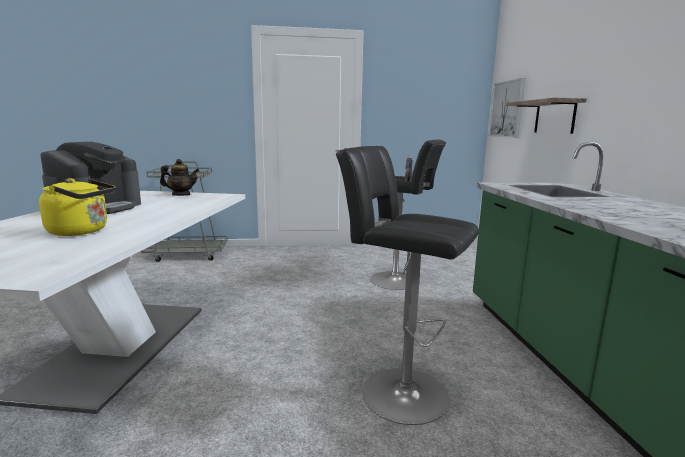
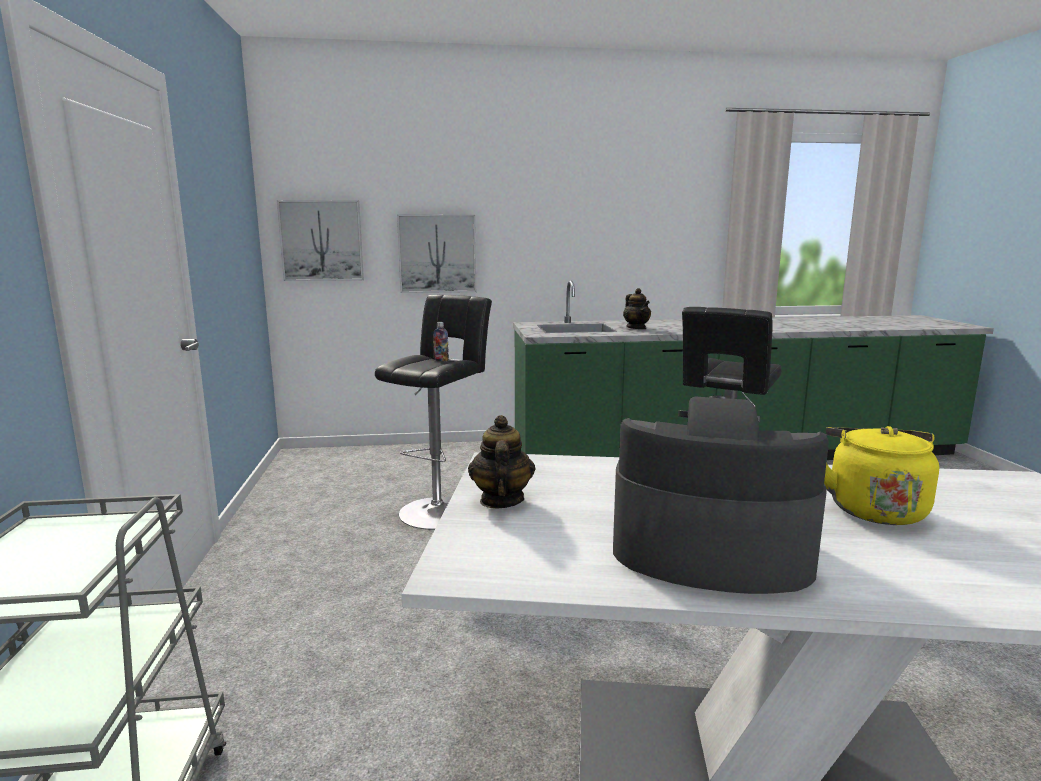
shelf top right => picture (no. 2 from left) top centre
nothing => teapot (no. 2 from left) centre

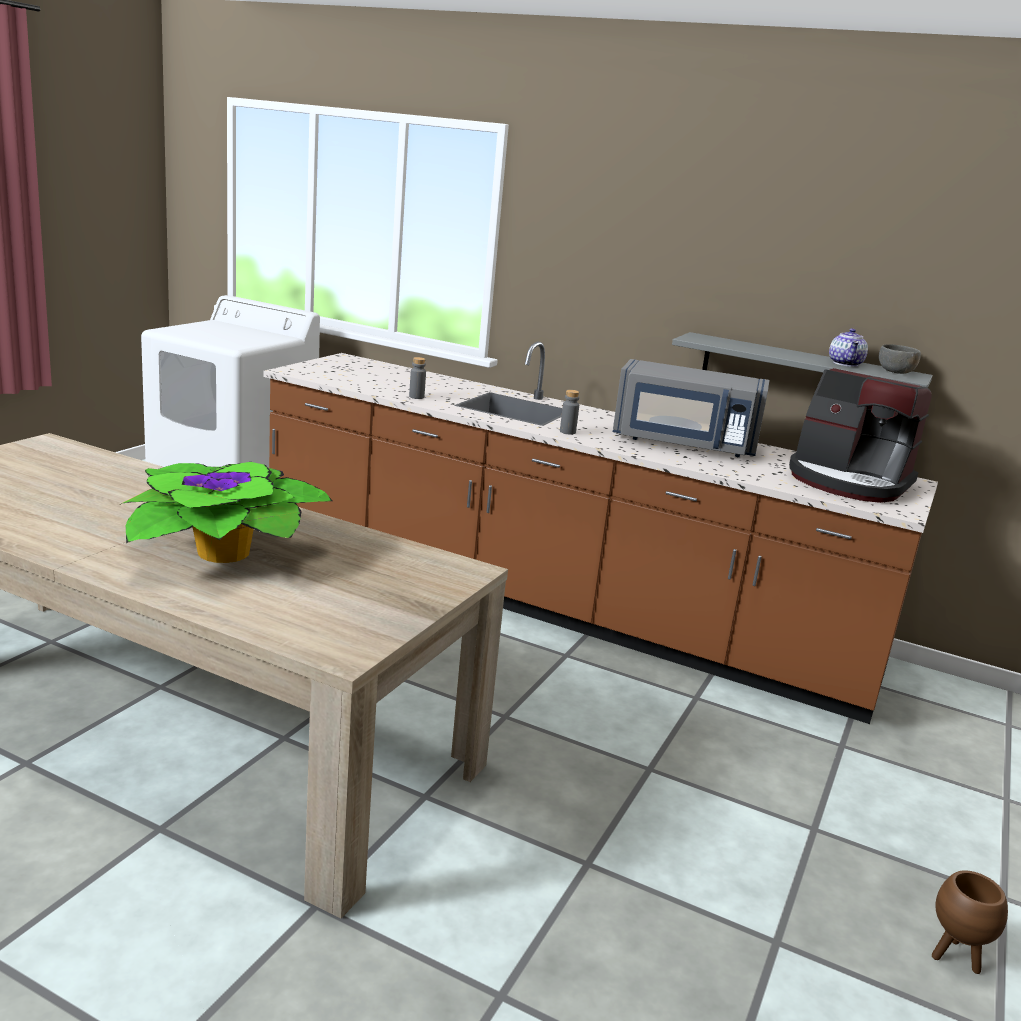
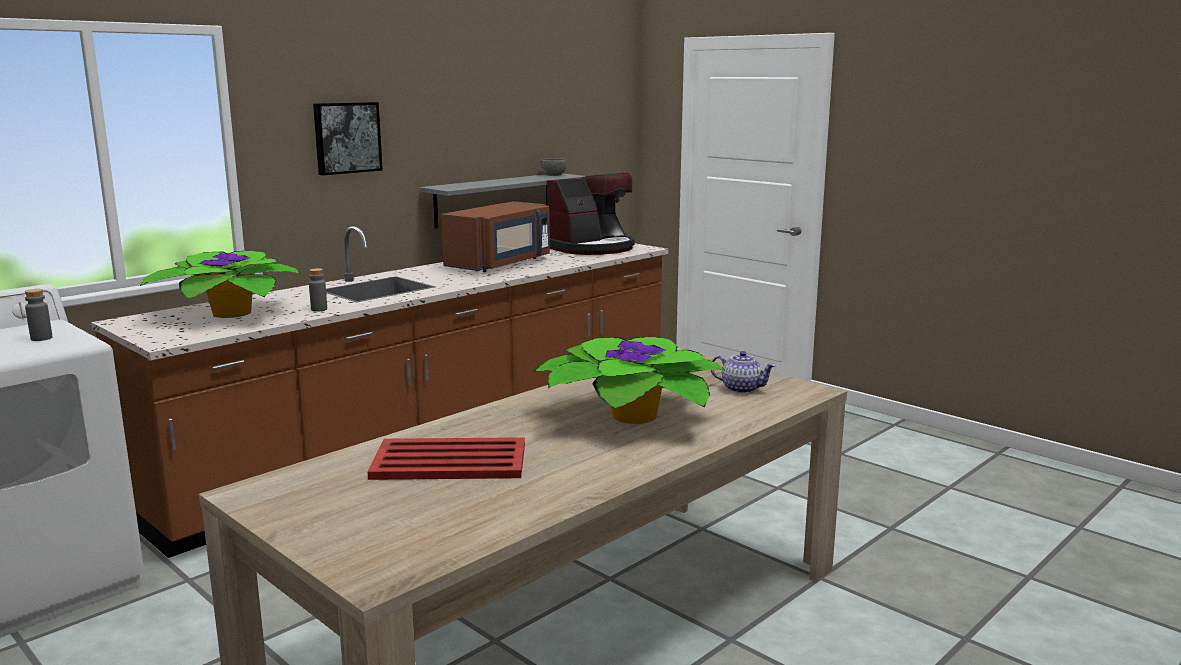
teapot middle right => teapot centre, relocated
microwave (grey) middle right => microwave (brown) centre
bottle (grey) (no. 2 from left in the first image) centre => bottle (grey) (no. 1 from left) middle left, relocated
planter (brown) bottom right => nothing
nothing => picture top left
nothing => potted plant (no. 1 from left) middle left
nothing => tray (red) bottom centre

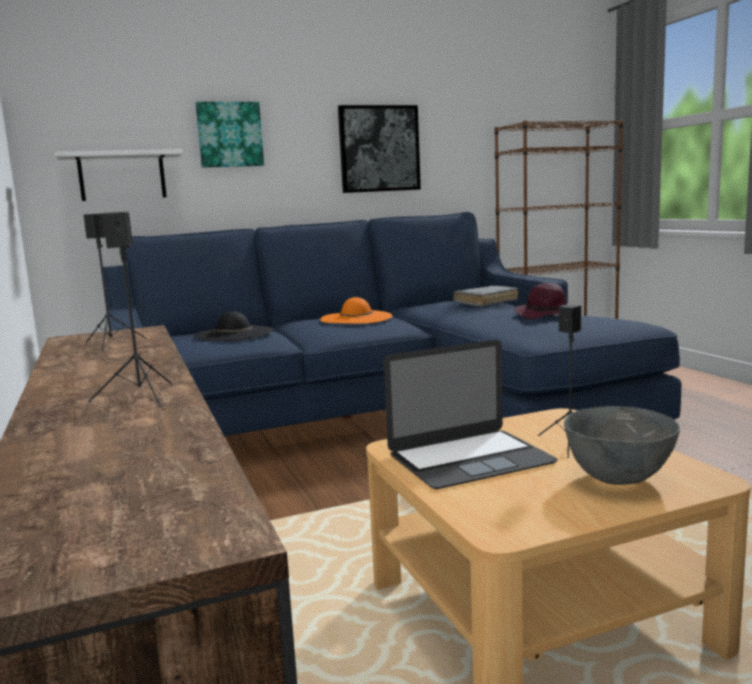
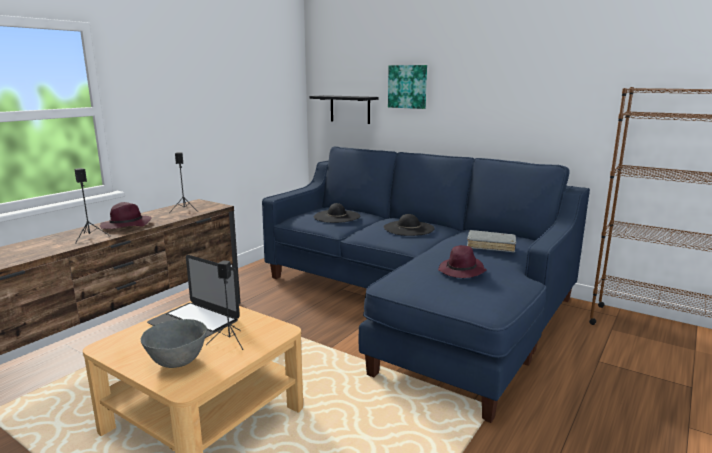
picture (no. 2 from left) top centre => nothing
shelf (white) top left => shelf (black) top centre
hat (orange) centre => hat (black) (no. 2 from left) centre
nothing => hat (purple) (no. 1 from left) middle left

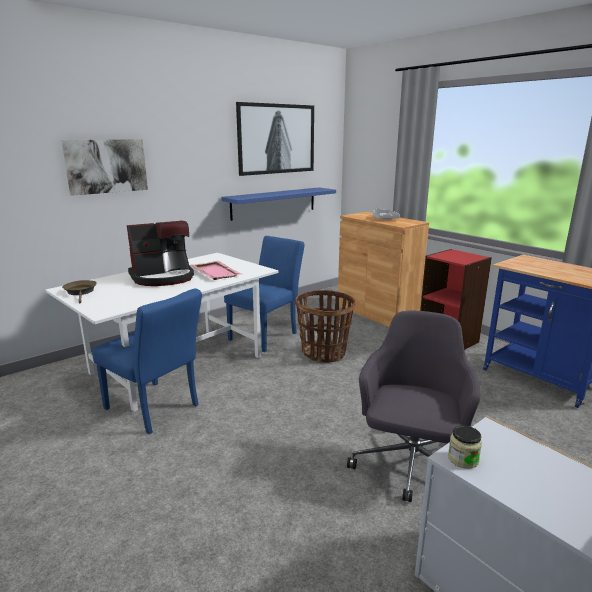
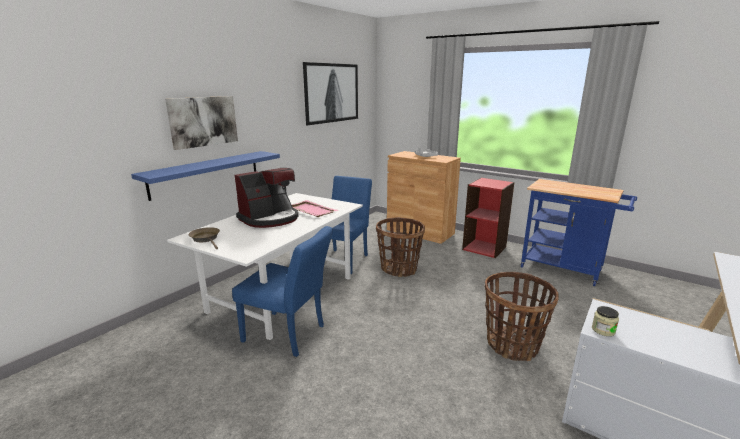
shelf (blue) centre => shelf (blue) middle left, relocated
office chair (grey) bottom right => basket (no. 2 from left) bottom right

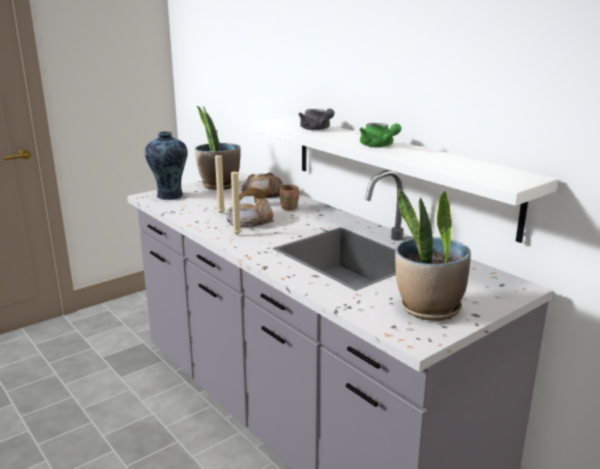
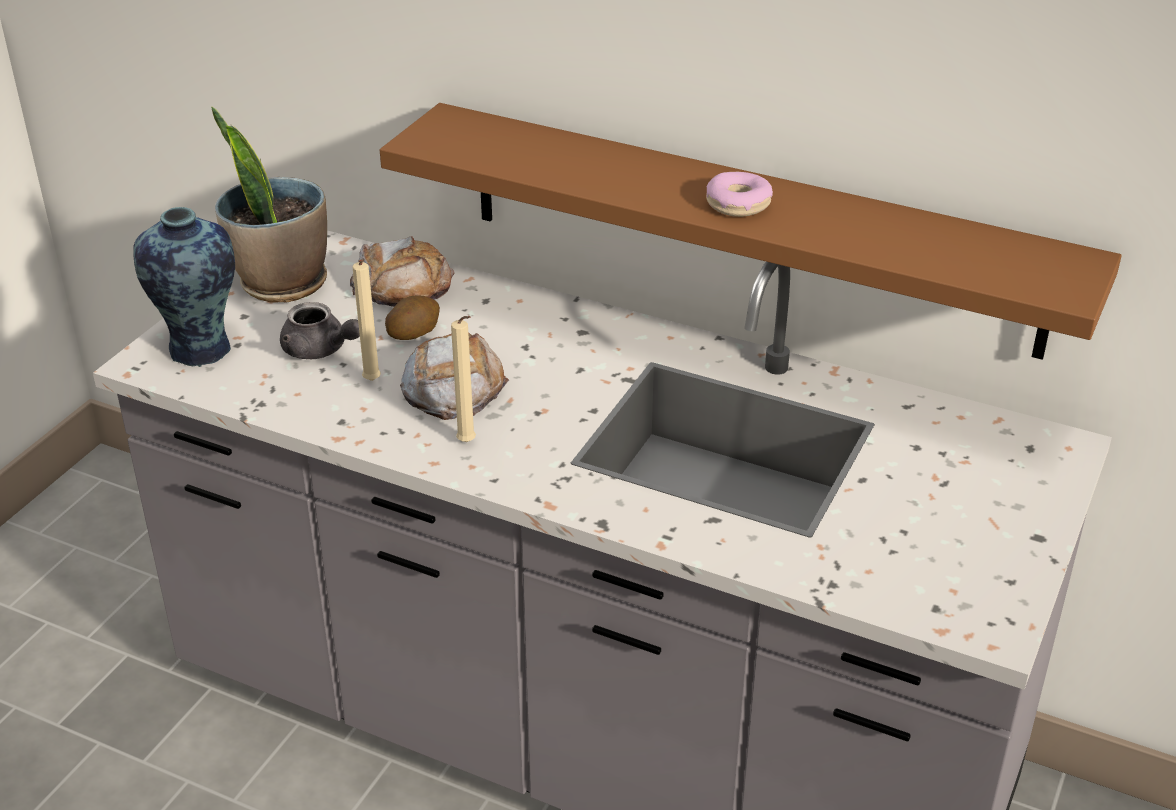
teapot (grey) top centre => teapot (grey) middle left, relocated
shelf (white) middle right => shelf (brown) top centre
teapot (green) top centre => donut top centre
mug (brown) centre => nothing
potted plant (no. 2 from left) middle right => nothing

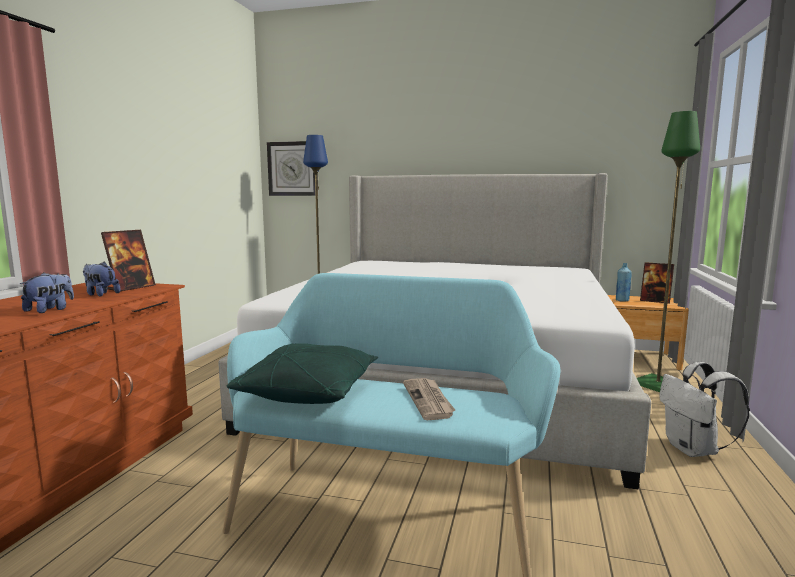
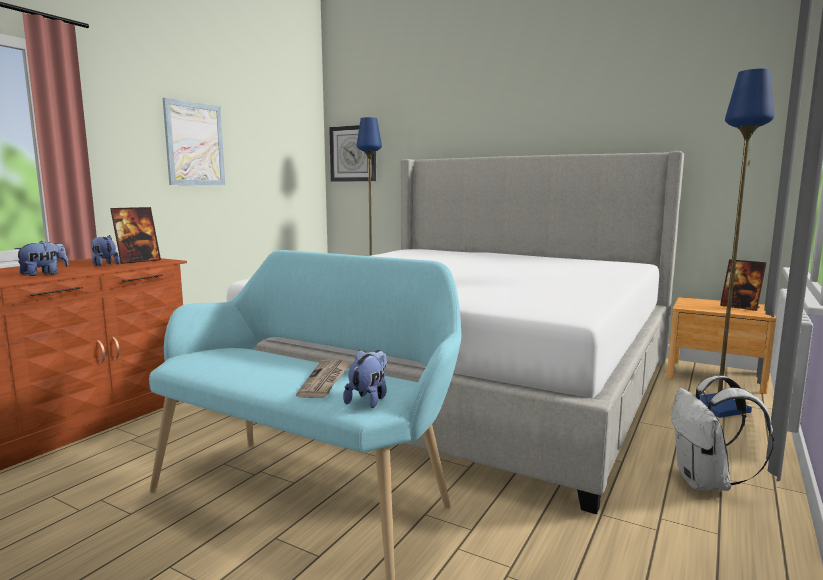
floor lamp (green) middle right => floor lamp (blue) (no. 2 from left) middle right
bottle (blue) middle right => nothing
pillow (green) centre => nothing
nothing => picture top left
nothing => plush toy (no. 3 from left) centre

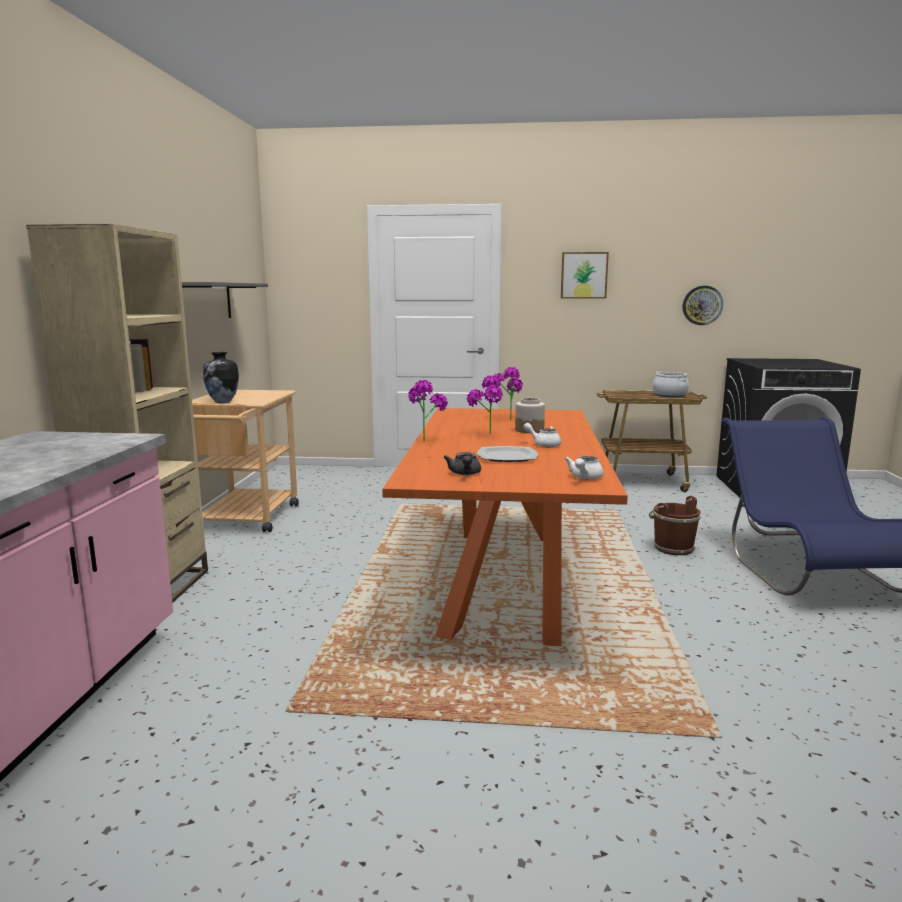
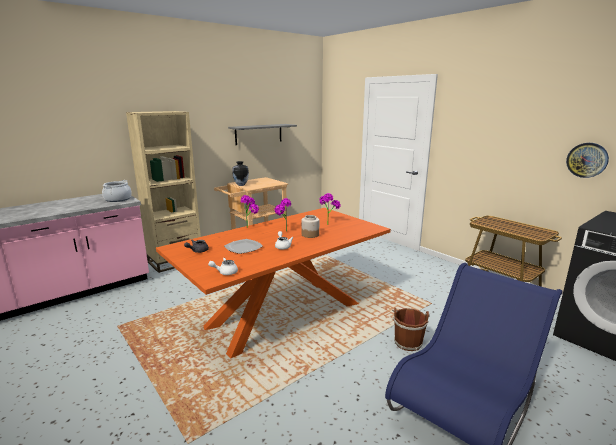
picture top centre => nothing
cooking pot middle right => cooking pot middle left, relocated

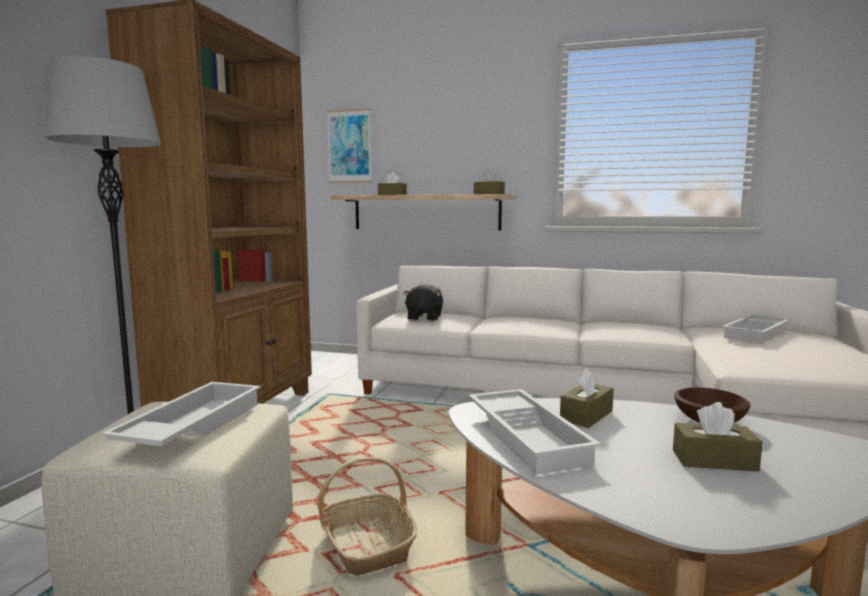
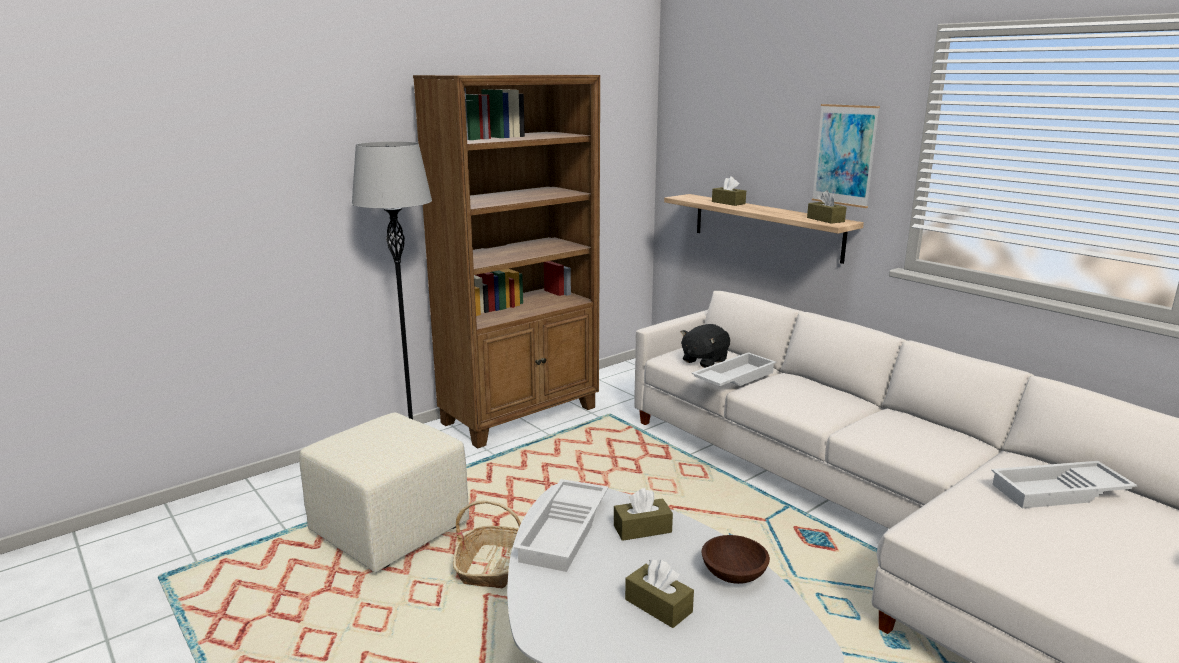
picture top centre => picture top right, relocated
tray (white) (no. 1 from left in the first image) bottom left => tray (white) (no. 2 from left) centre, relocated

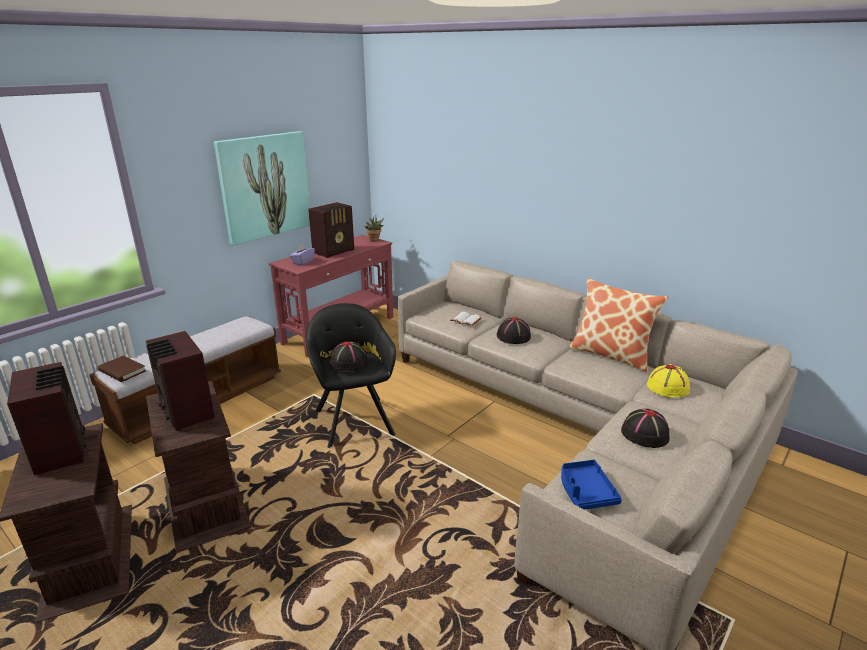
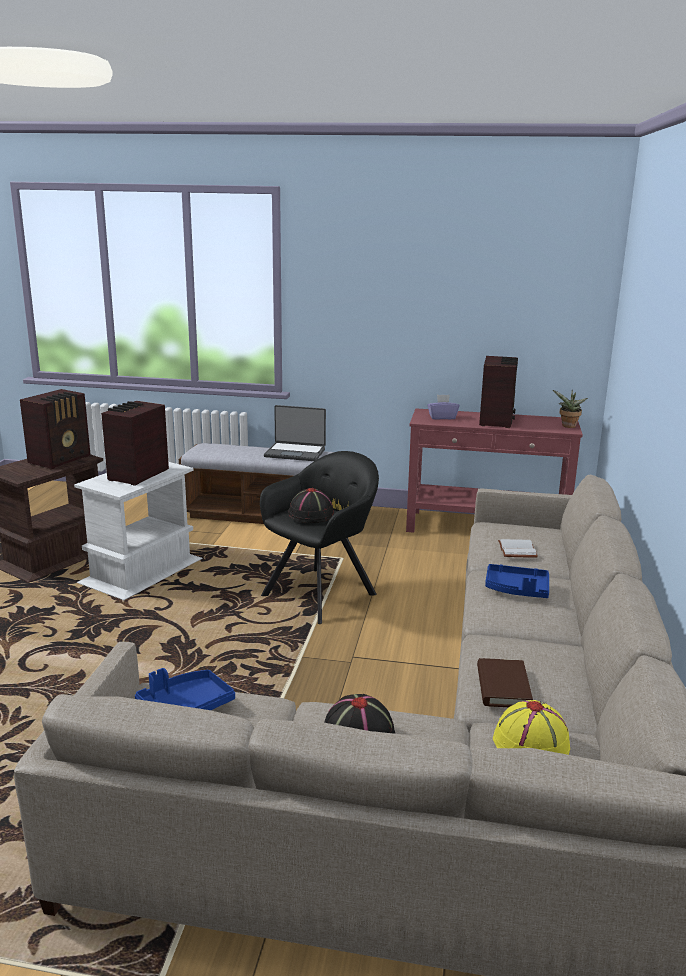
picture top left => nothing
radio (no. 3 from left) centre => radio (no. 3 from left) middle right, 90 degrees counterclockwise
pillow middle right => nothing
hat (black) (no. 2 from left) centre => tray (blue) (no. 2 from left) middle right
book (brown) middle left => book (brown) bottom right, relocated
side table (brown) (no. 2 from left) bottom left => side table (white) middle left
nothing => laptop centre

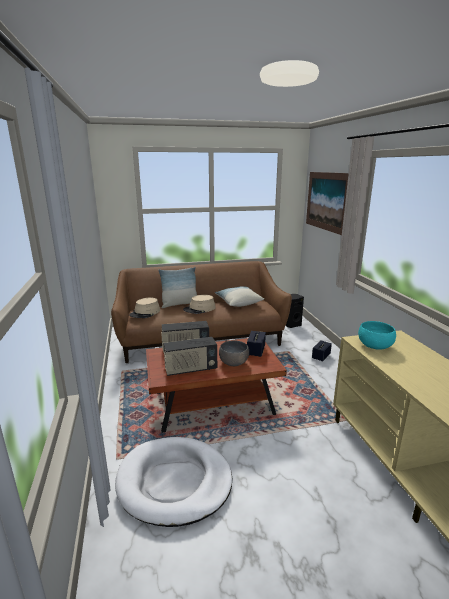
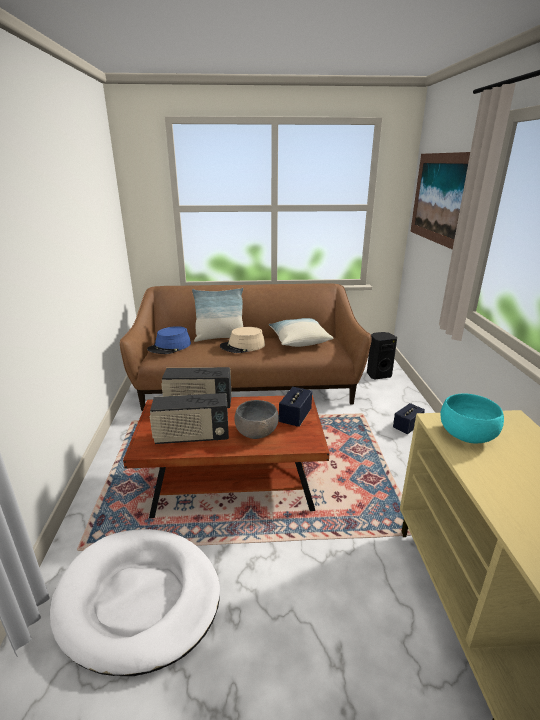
hat (beige) (no. 1 from left) middle left => hat (blue) middle left

